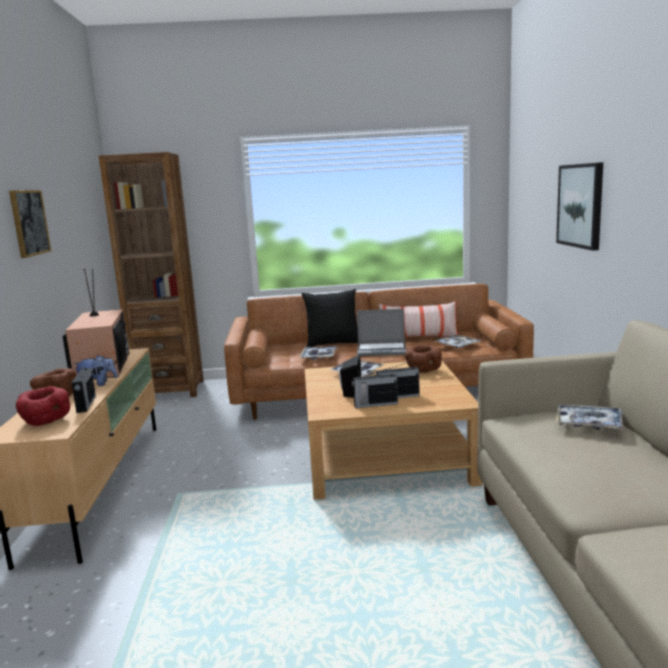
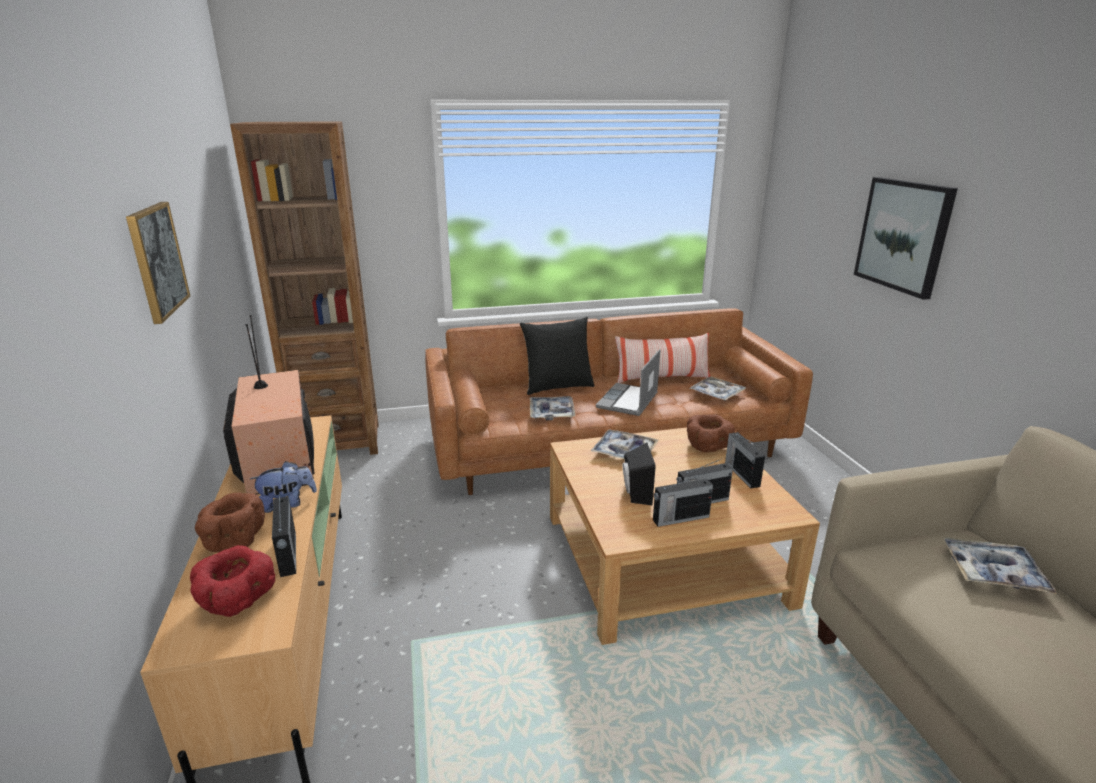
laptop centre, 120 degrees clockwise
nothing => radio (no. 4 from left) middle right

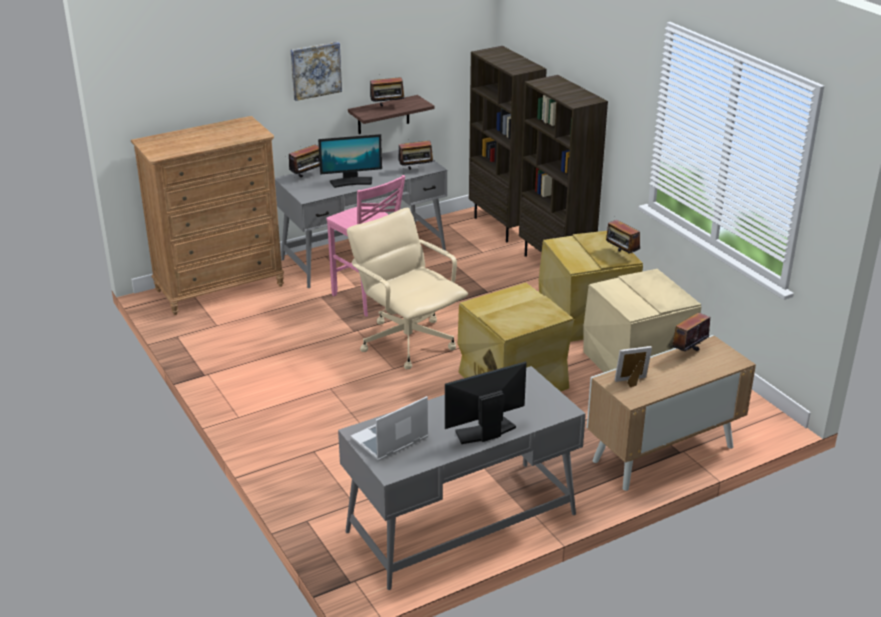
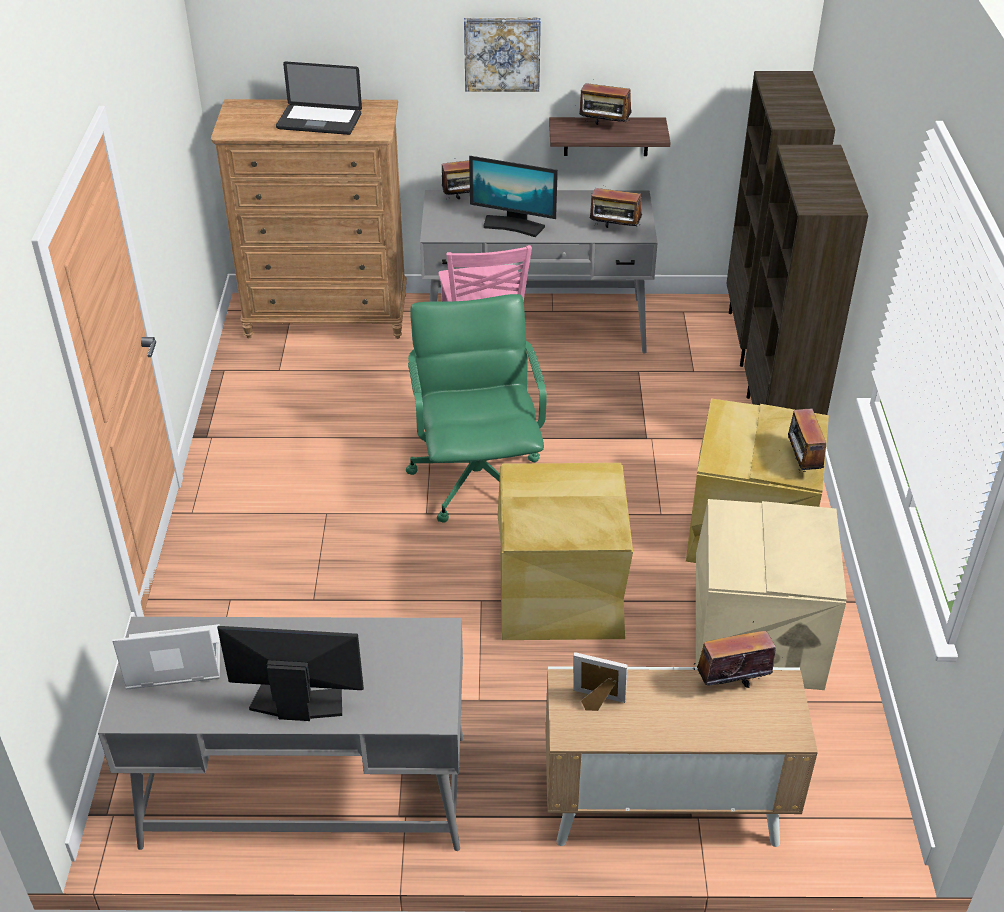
office chair (beige) centre => office chair (green) centre
nothing => laptop (no. 2 from left) top left

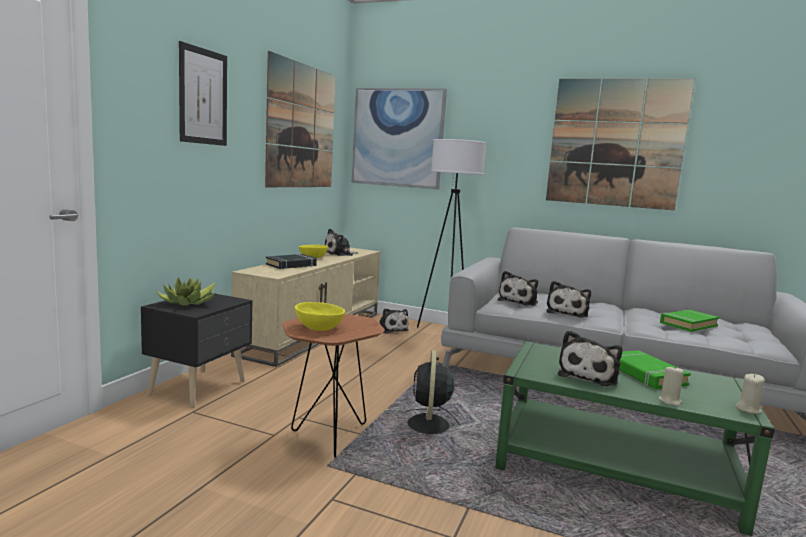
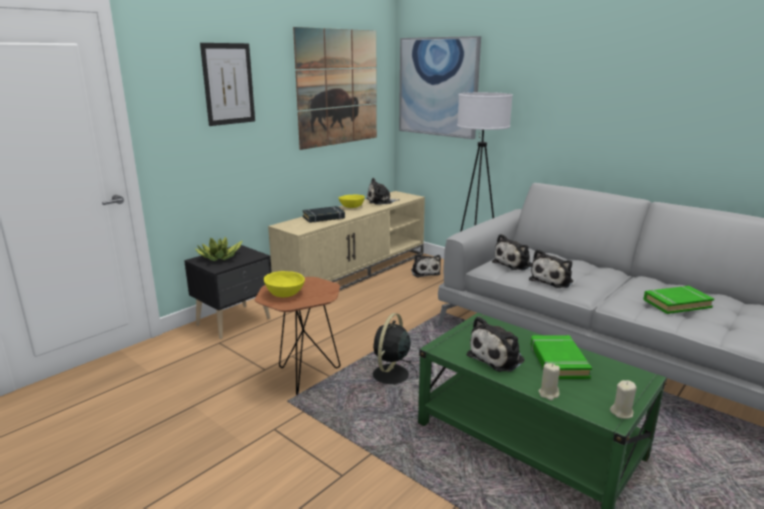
picture (no. 4 from left) top right => nothing

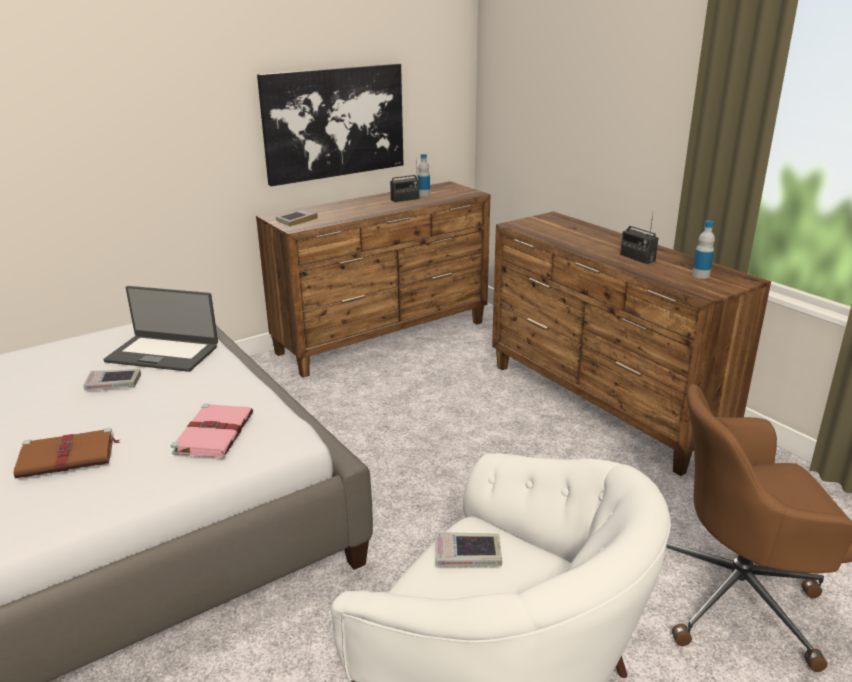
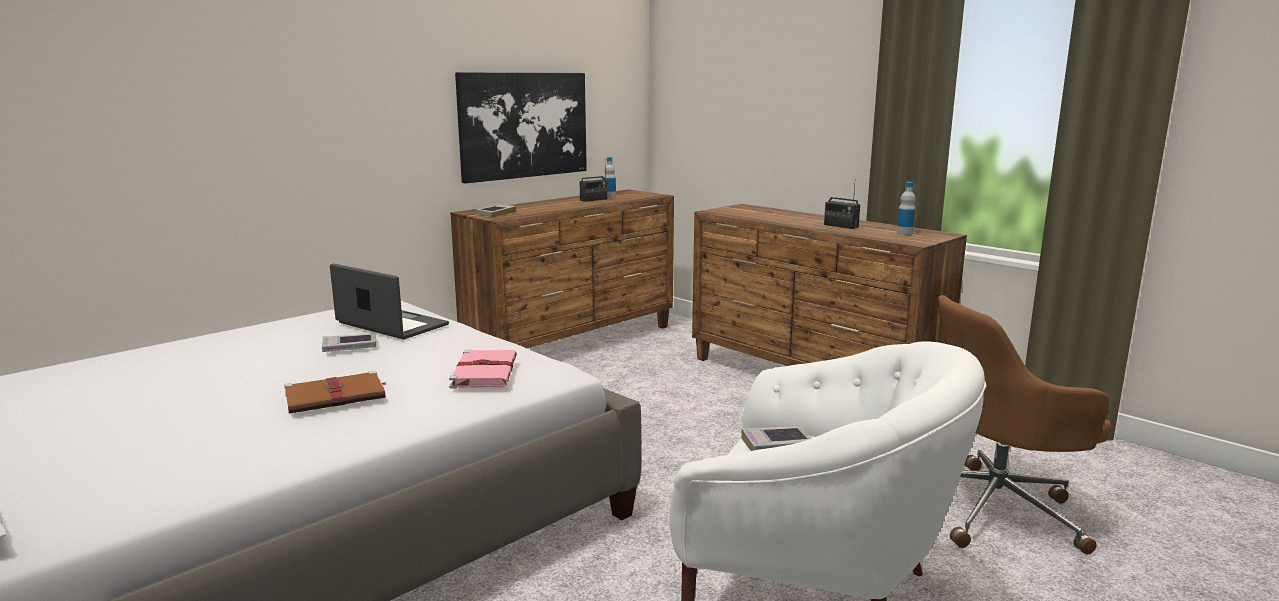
laptop middle left, 150 degrees counterclockwise

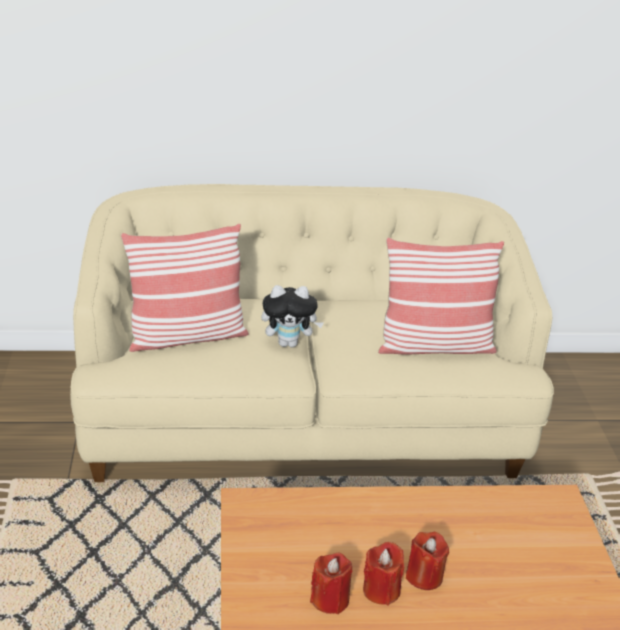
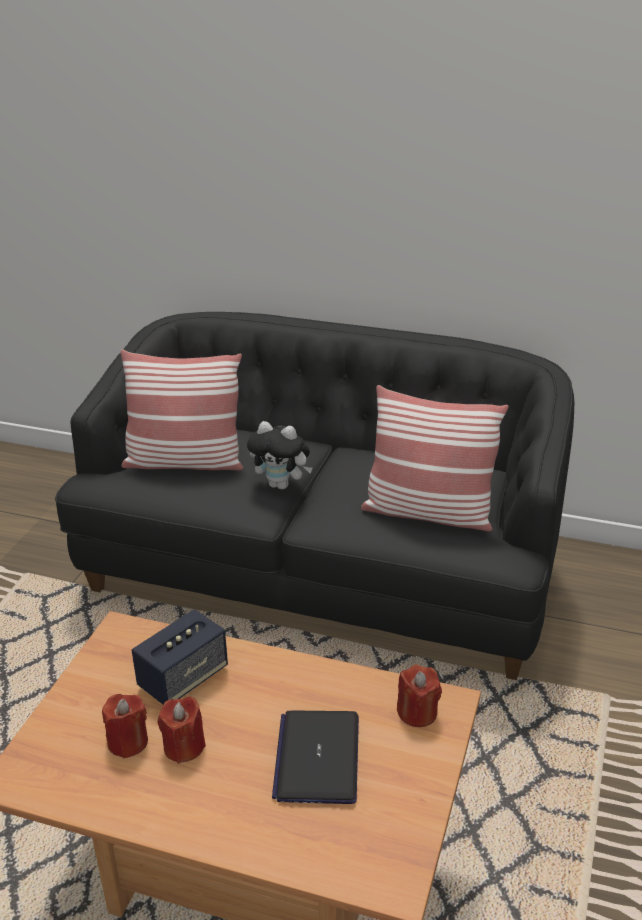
sofa (beige) centre => sofa (black) centre
candle (red) (no. 3 from left) bottom right => candle (red) (no. 3 from left) bottom centre, relocated
nothing => speaker bottom left
nothing => laptop bottom centre

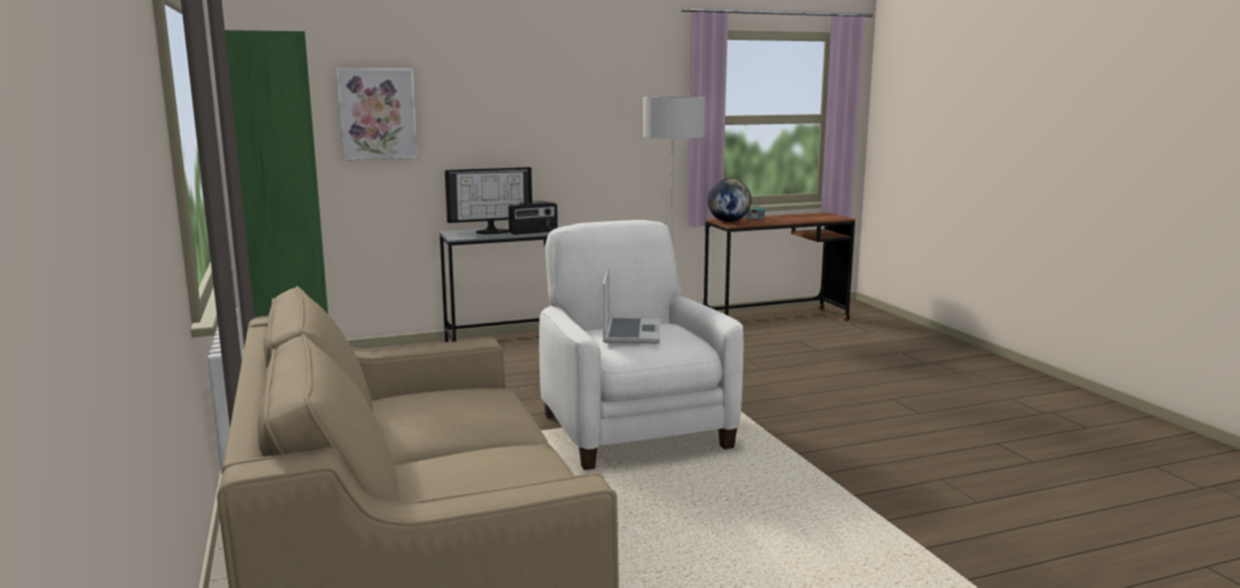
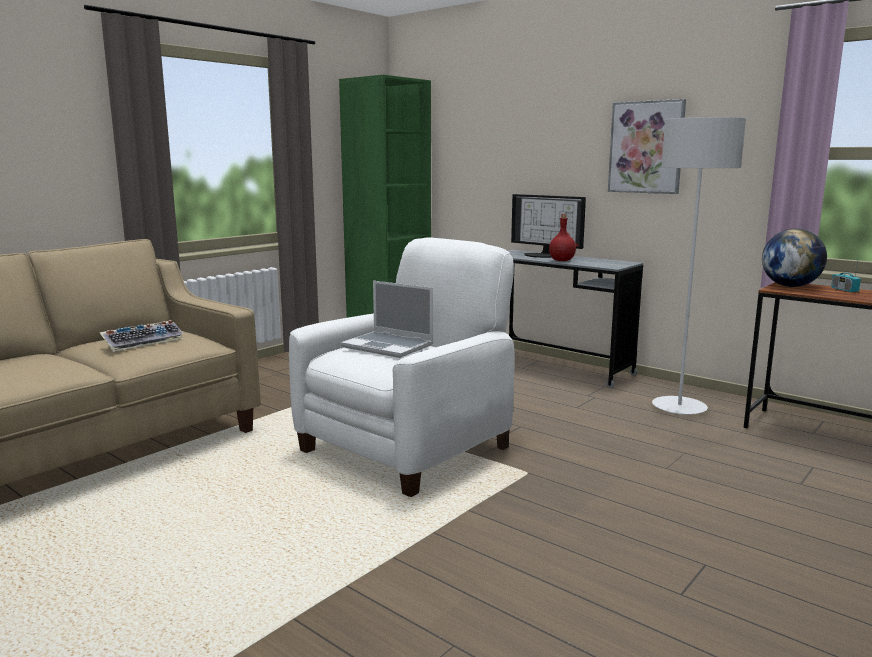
picture top left => picture top right, relocated
radio (no. 1 from left) centre => bottle (red) centre
laptop centre, 60 degrees clockwise
nothing => keyboard middle left

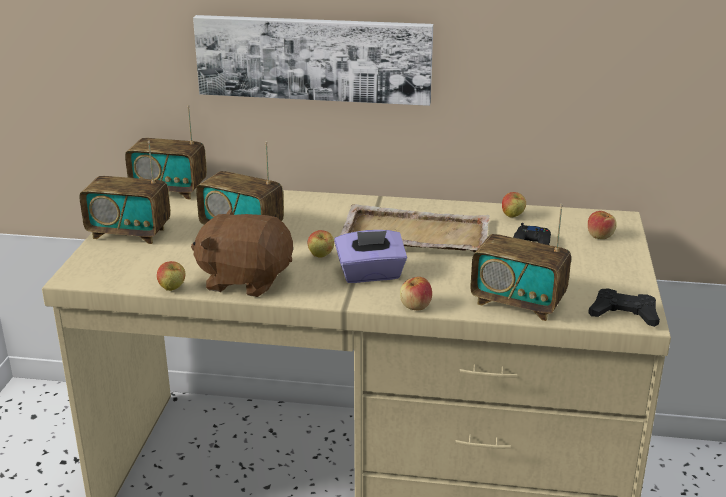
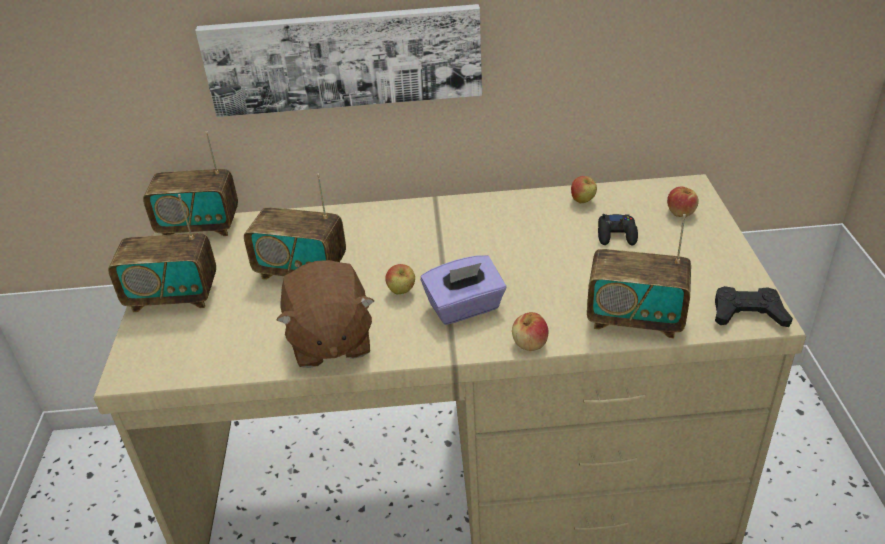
tray (beige) centre => nothing
plush toy (brown) centre, 105 degrees counterclockwise
apple (no. 1 from left) middle left => nothing

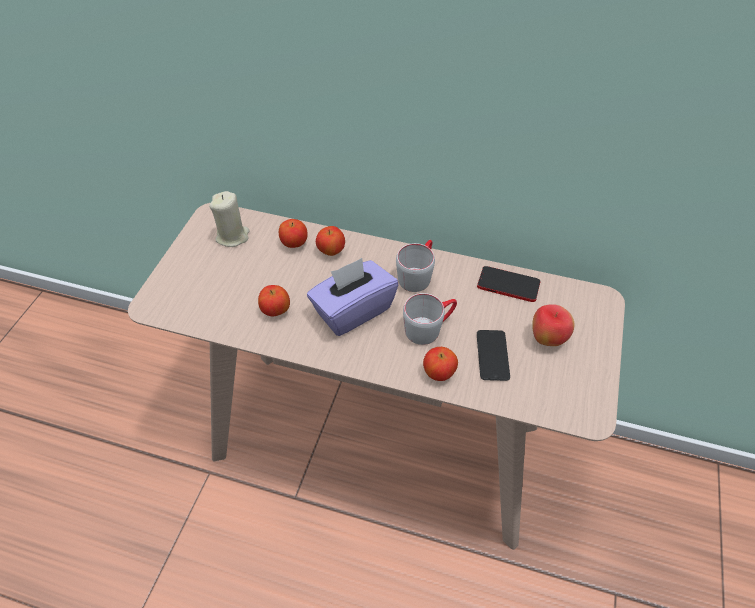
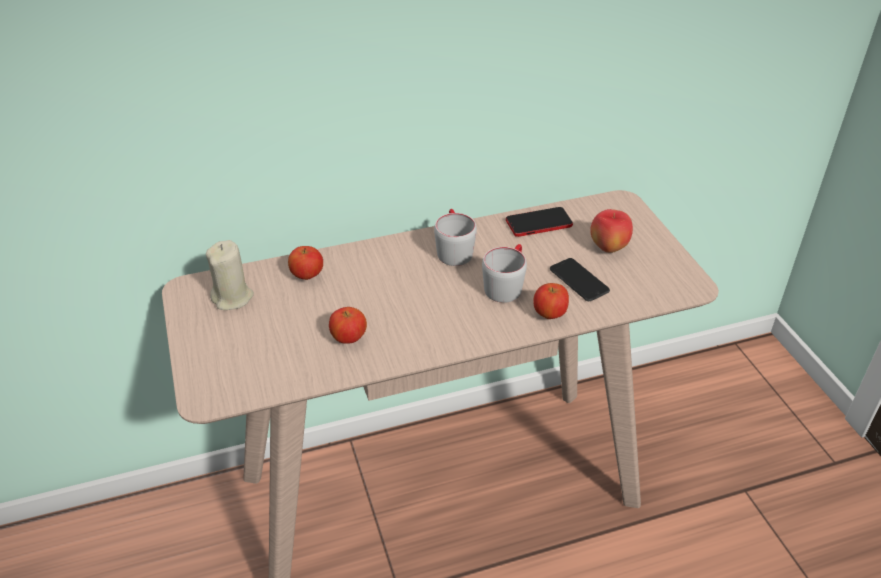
apple (no. 3 from left) centre => nothing
tissue box (purple) centre => nothing

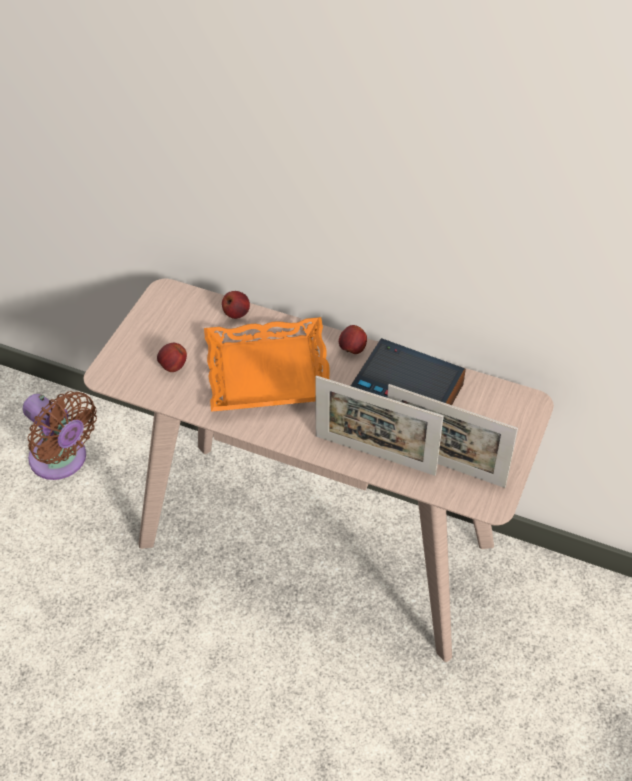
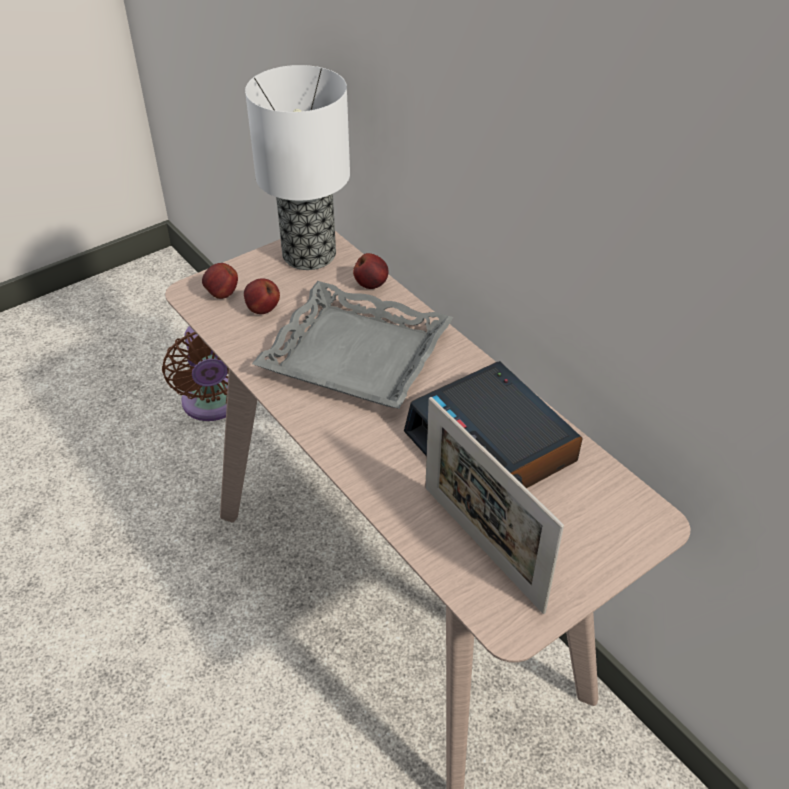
tray (orange) centre => tray (grey) centre
apple (no. 3 from left in the first image) centre => apple (no. 1 from left) middle left, relocated
picture frame (no. 1 from left) centre => nothing
nothing => table lamp top centre

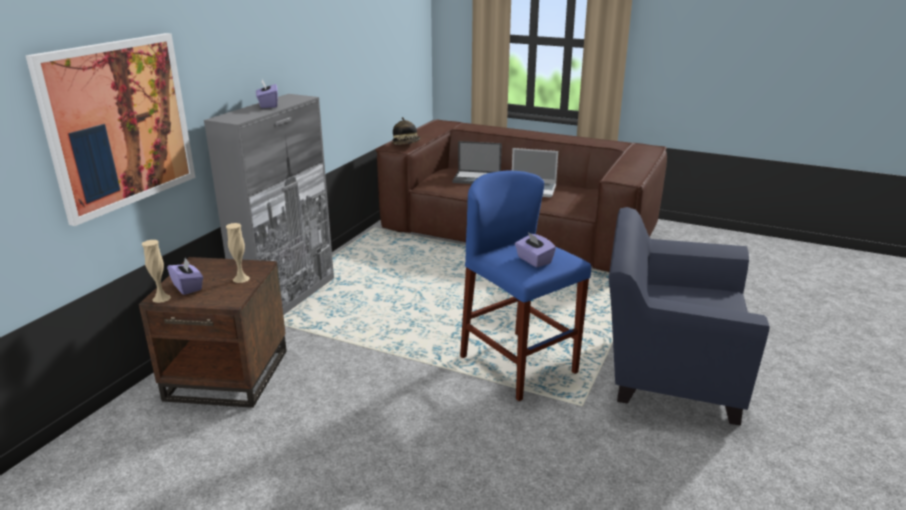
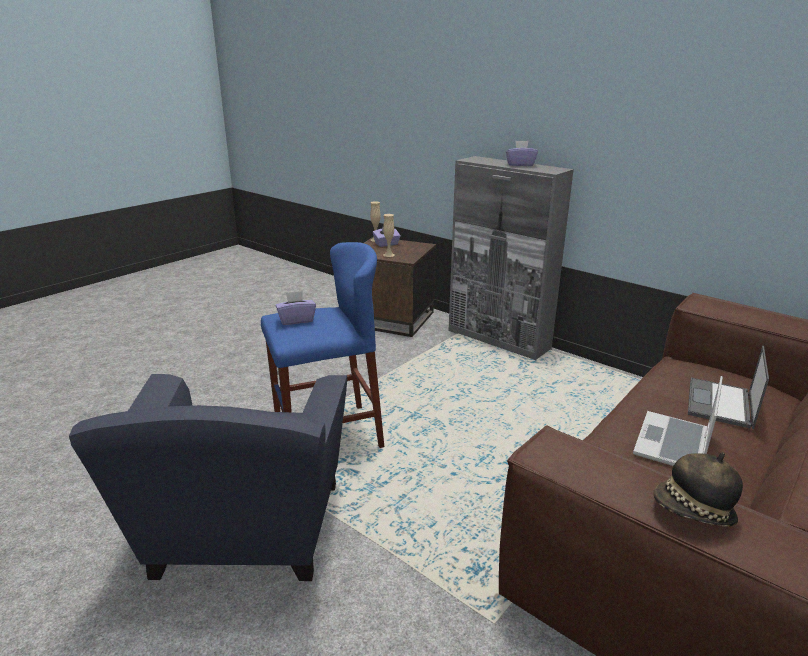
picture top left => nothing
hat top centre => hat bottom right, relocated
armchair (blue) middle right => armchair (blue) bottom left, 150 degrees clockwise

